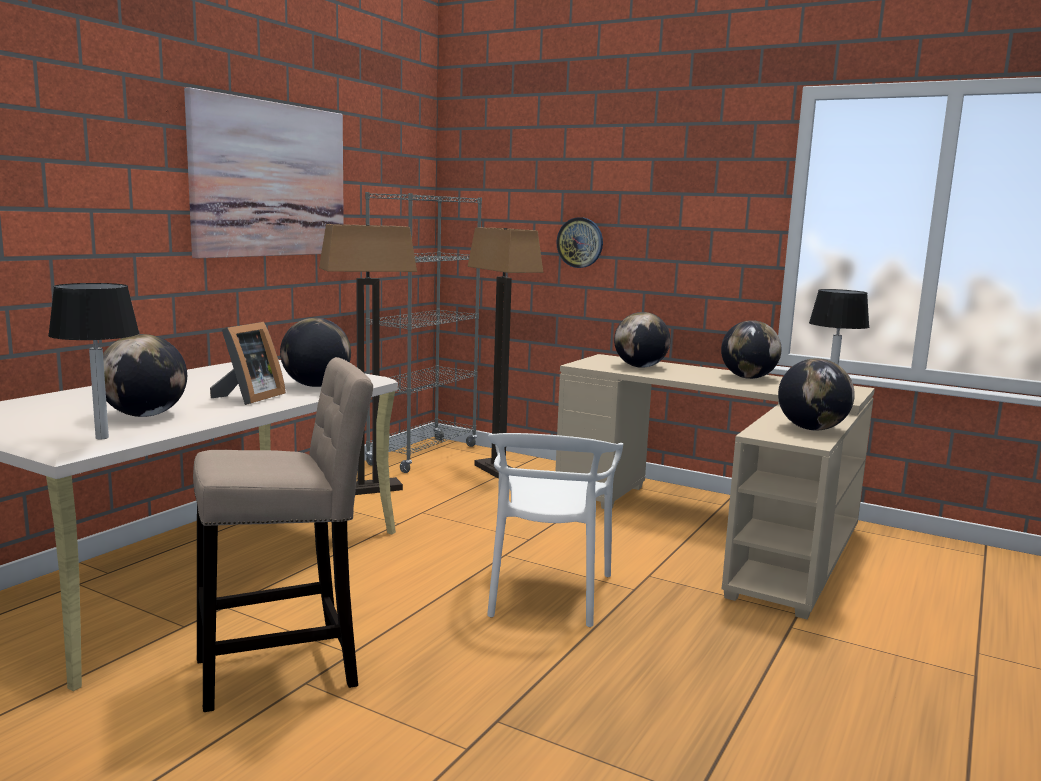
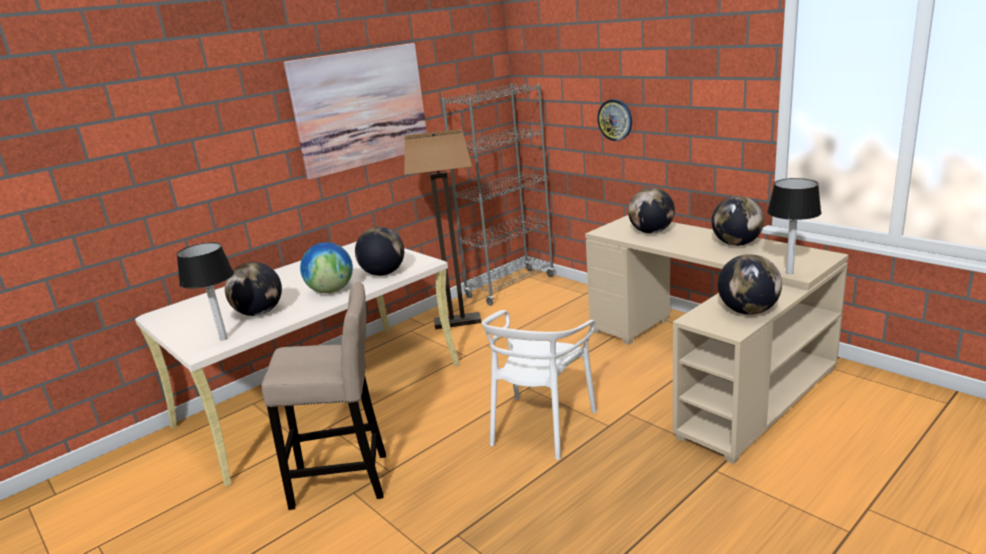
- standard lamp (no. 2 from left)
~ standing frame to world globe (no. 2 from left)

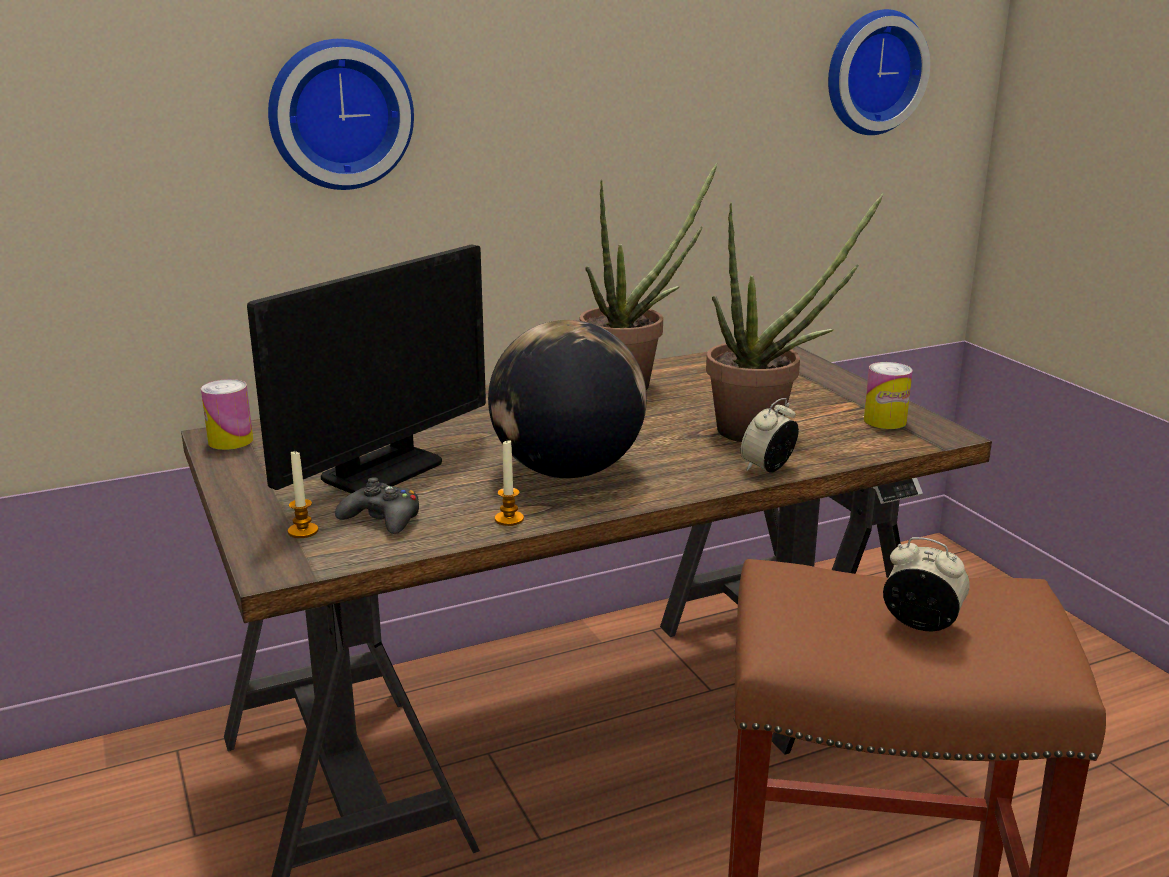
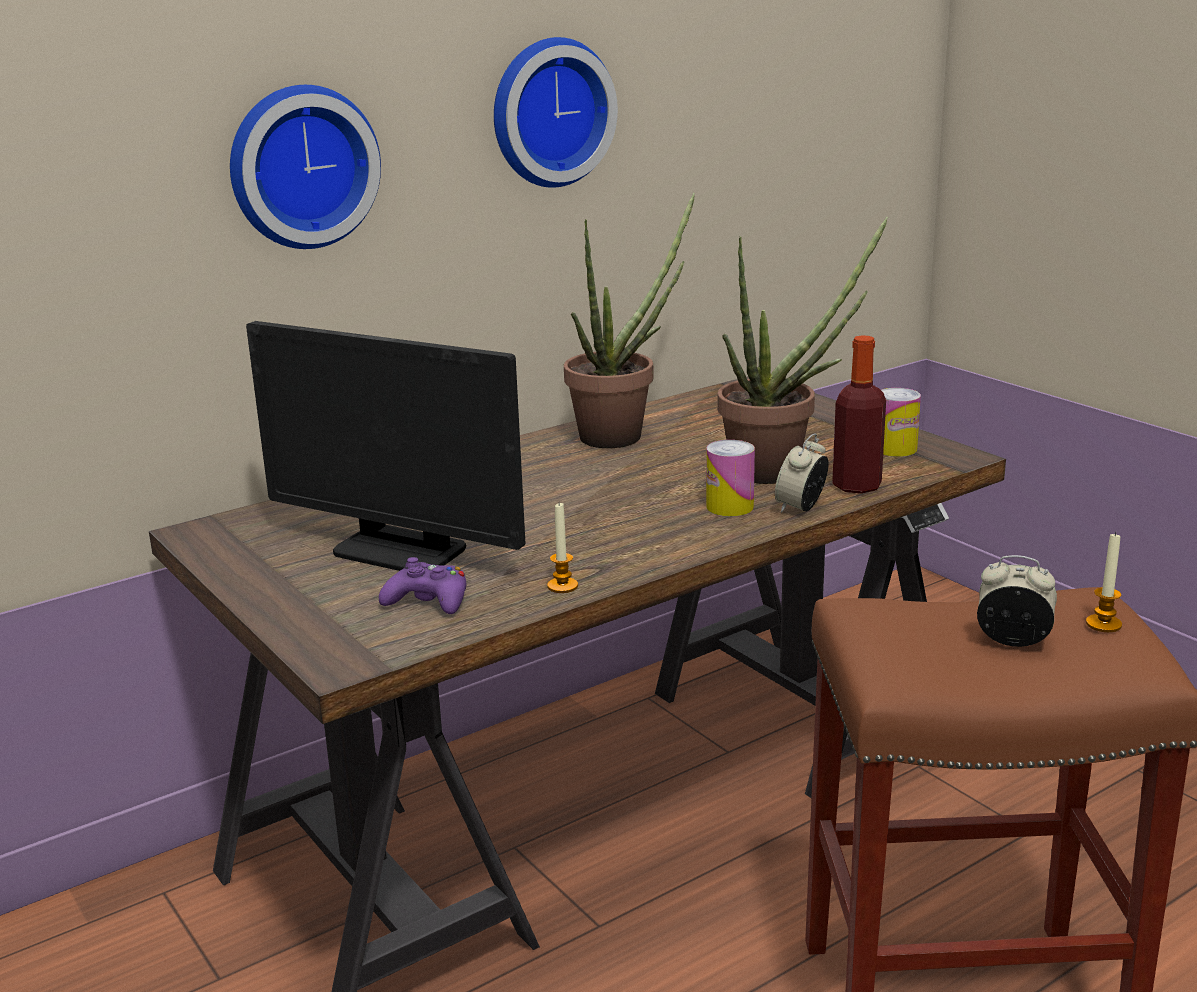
~ clock on the wall (no. 2 from left)
~ computer screen 90 degrees clockwise
- world globe
~ can (no. 1 from left)
~ candle (no. 1 from left in the first image) to candle (no. 2 from left)
~ black joypad to purple joypad
+ beverage bottle

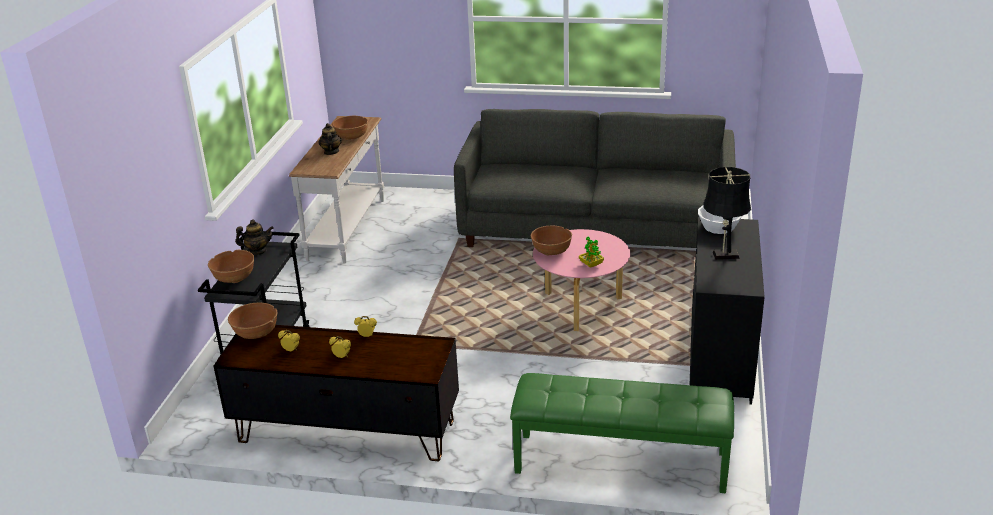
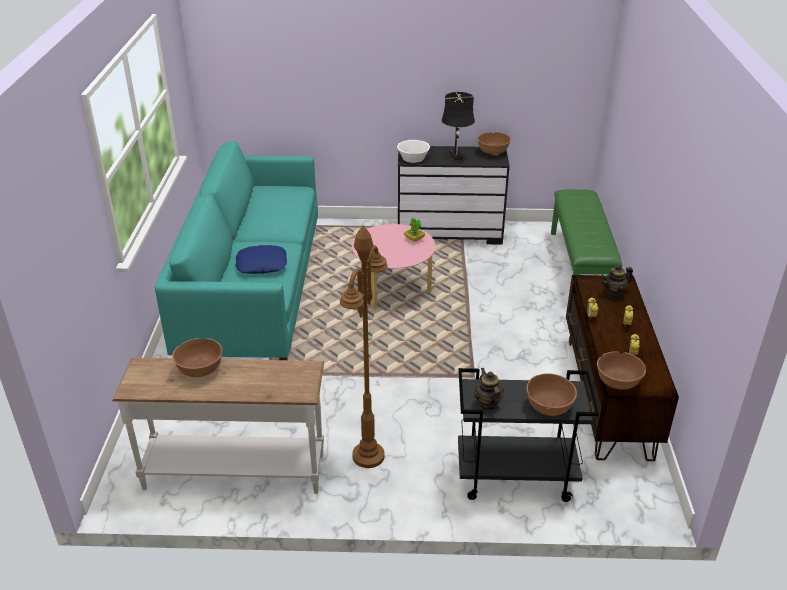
~ grey couch to turquoise couch
~ tea pot (no. 2 from left)
~ brown-coloured serving bowl (no. 4 from left in the first image) to brown-coloured serving bowl (no. 2 from left)
+ brown-coloured standard lamp
+ bluish cushion

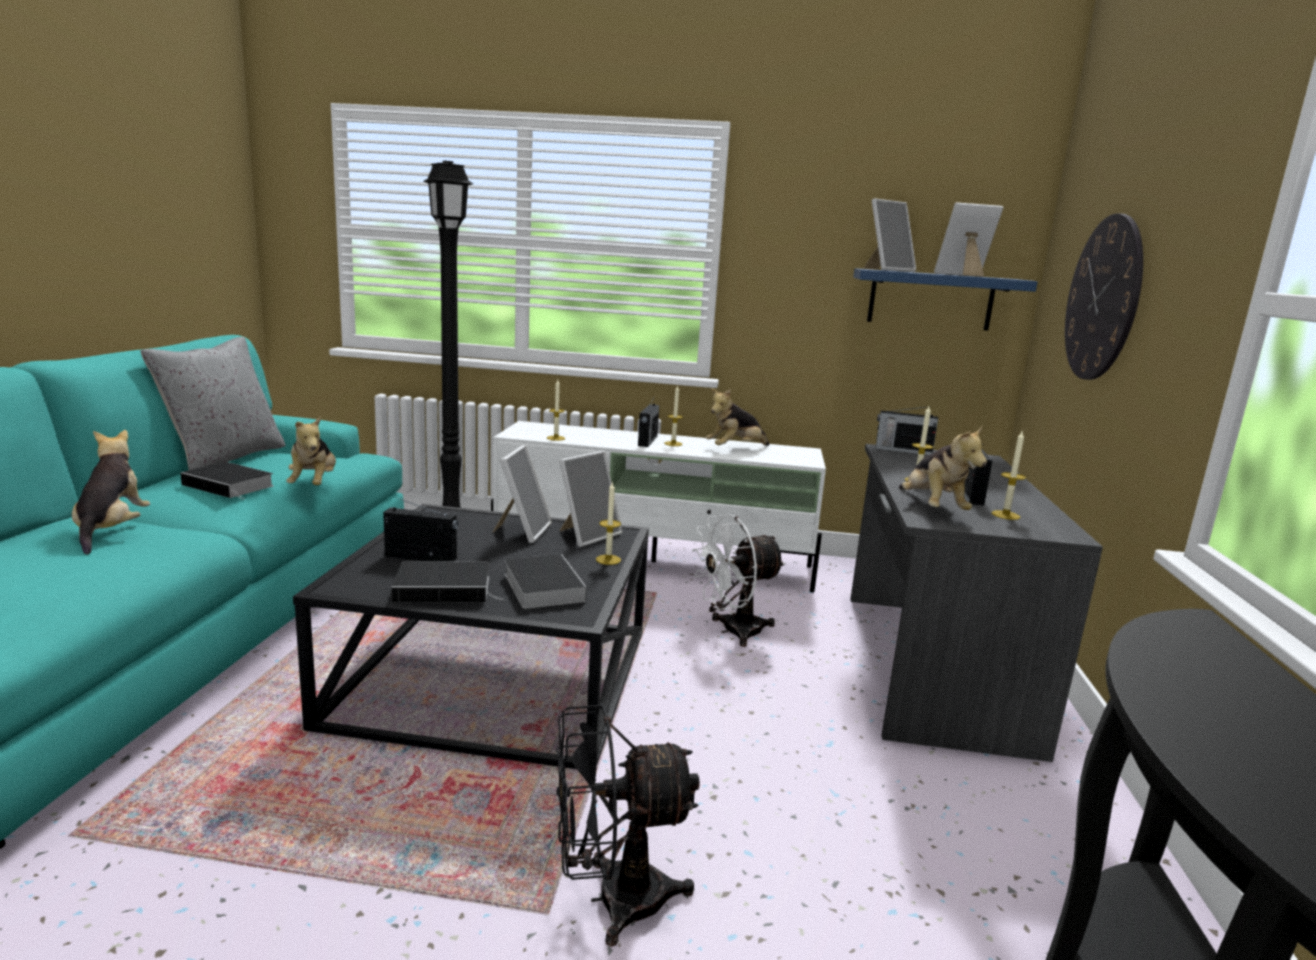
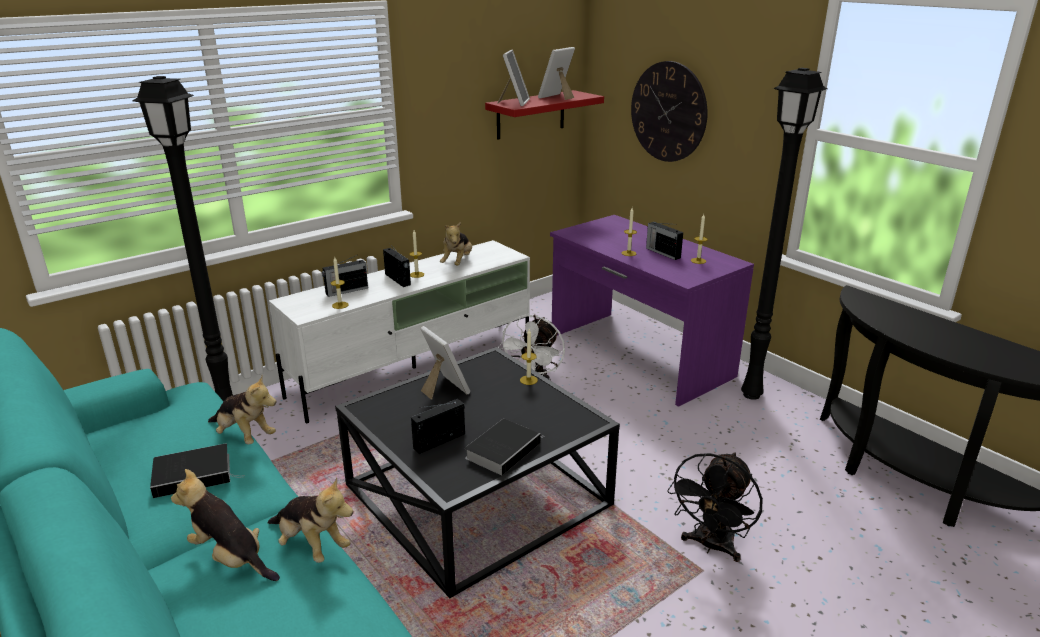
~ bluish wall shelf to red-coloured wall shelf
- grey cushion
~ radio receiver (no. 3 from left in the first image) to radio receiver (no. 1 from left)
~ cuddly toy (no. 4 from left in the first image) to cuddly toy (no. 3 from left)
~ grey desk unit to purple desk unit
- standing frame (no. 2 from left)
- bound book (no. 3 from left)
+ black standard lamp (no. 2 from left)

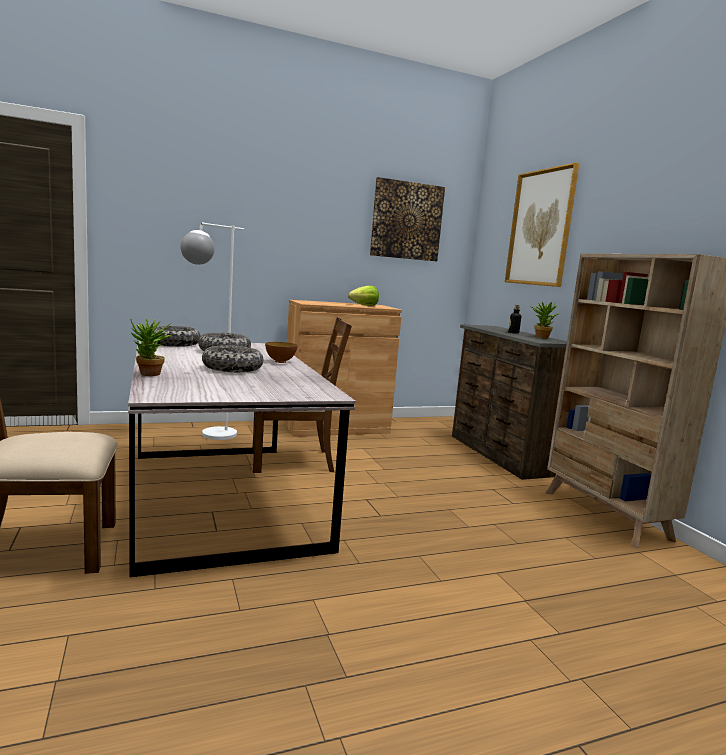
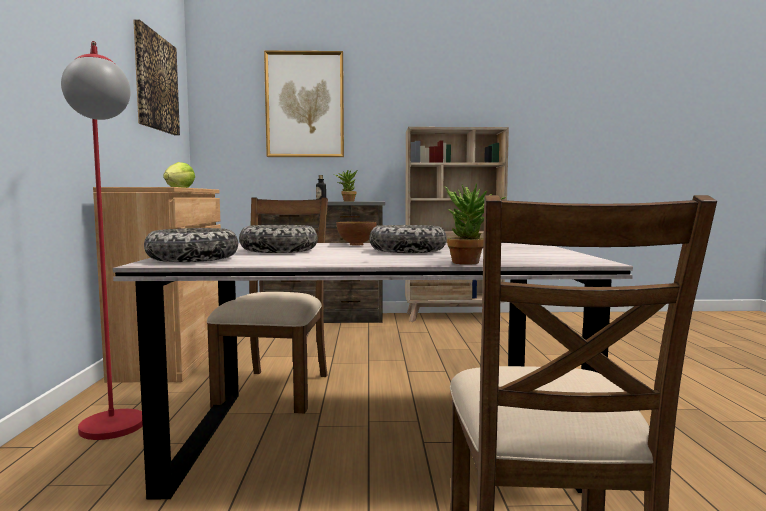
~ whitish standard lamp to red-coloured standard lamp

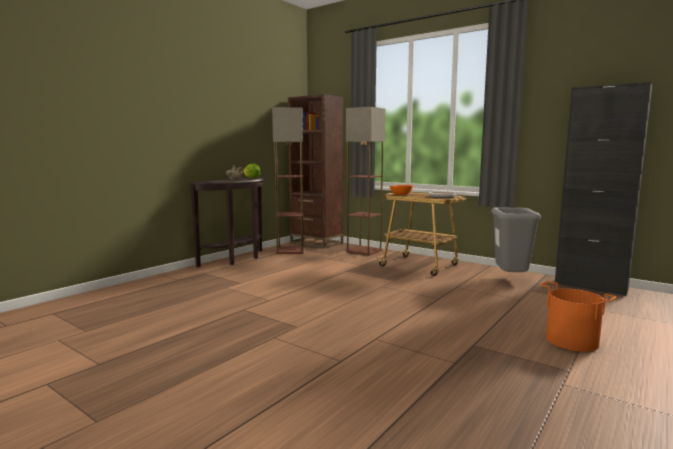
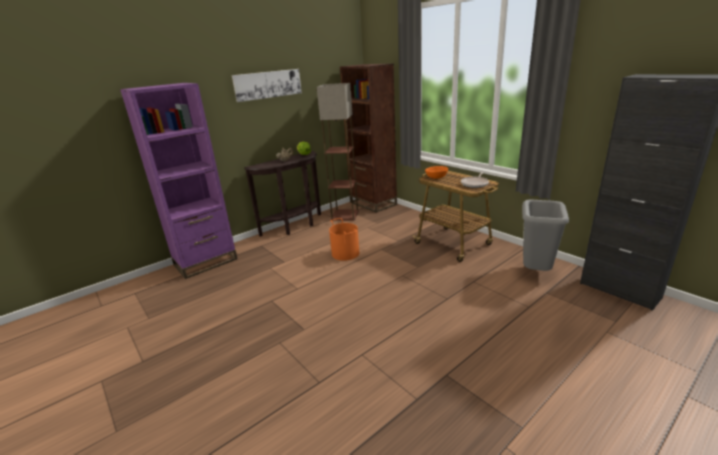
- standard lamp (no. 2 from left)
~ orange-coloured pail
+ picture
+ purple bookshelf

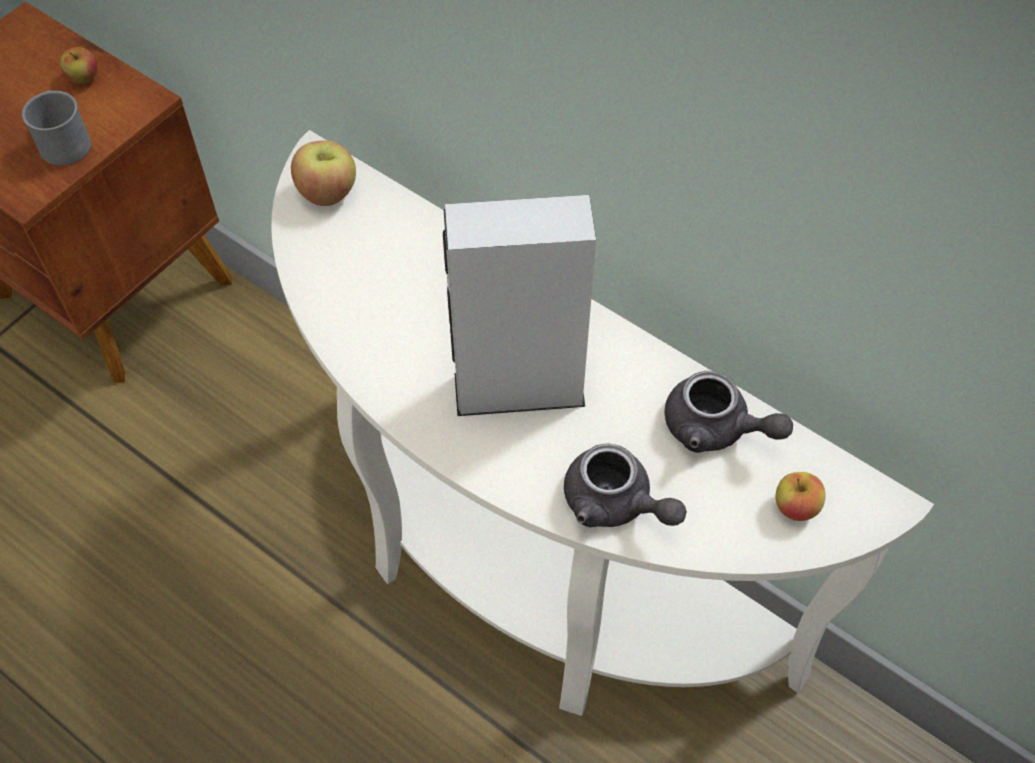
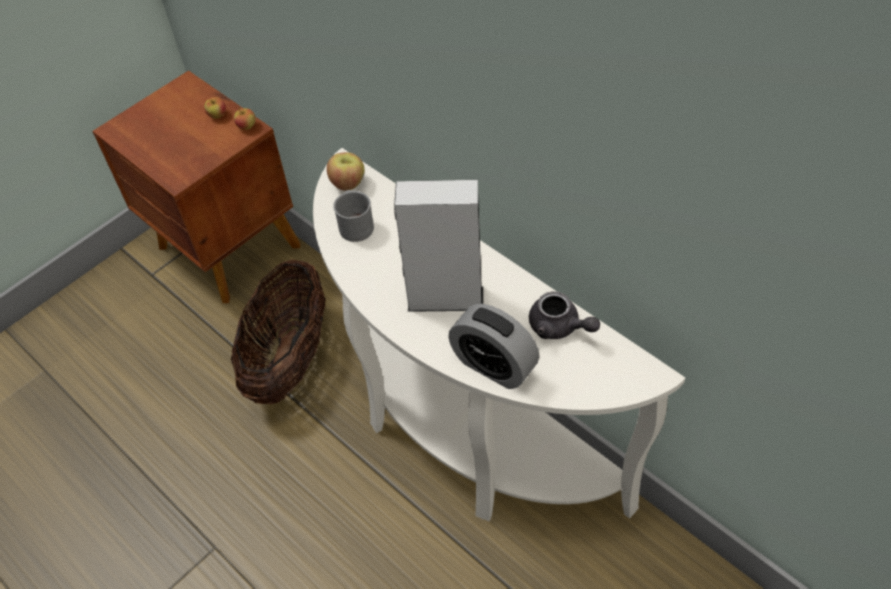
~ grey mug
~ grey tea pot (no. 1 from left) to alarm clock
~ apple fruit (no. 3 from left in the first image) to apple fruit (no. 2 from left)
+ storage basket

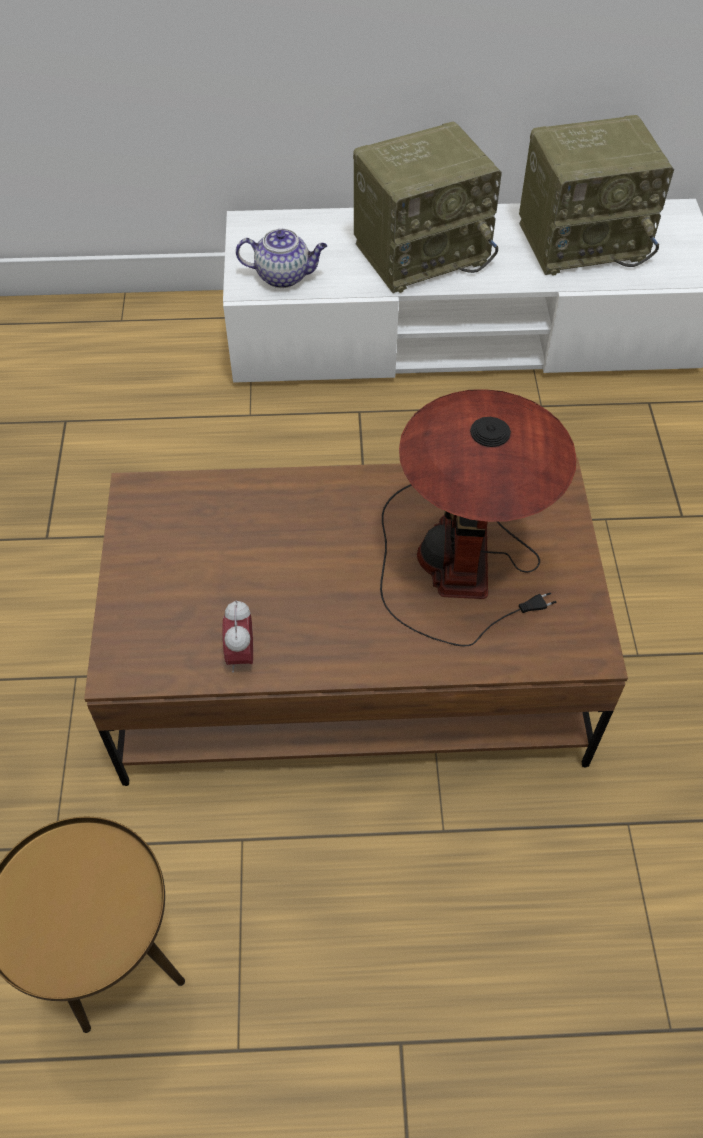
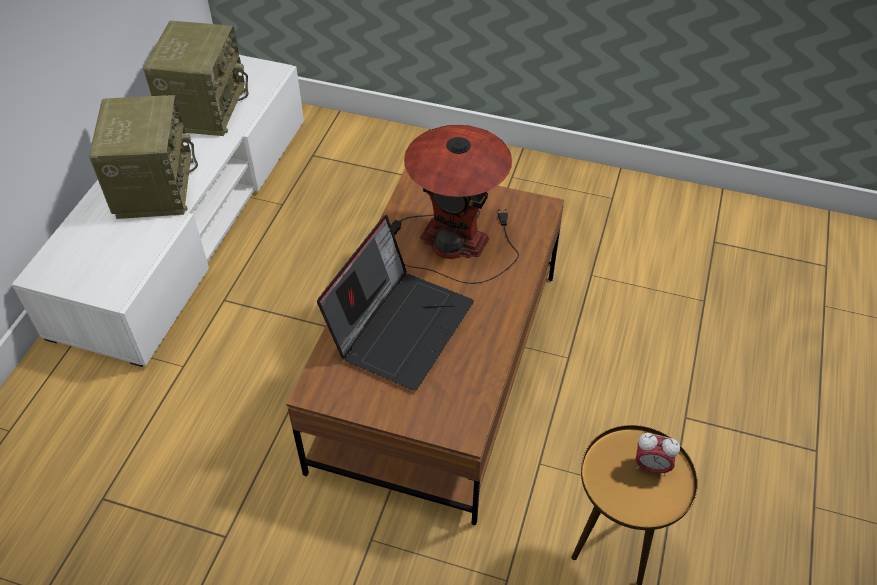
- tea pot
~ alarm clock
+ notebook computer

